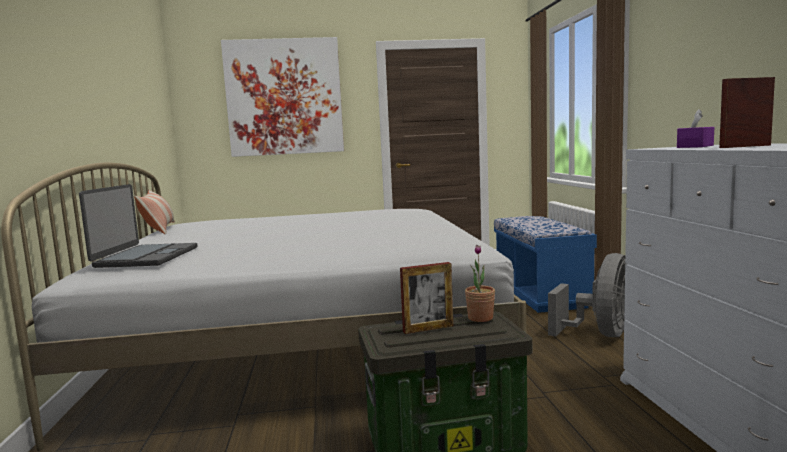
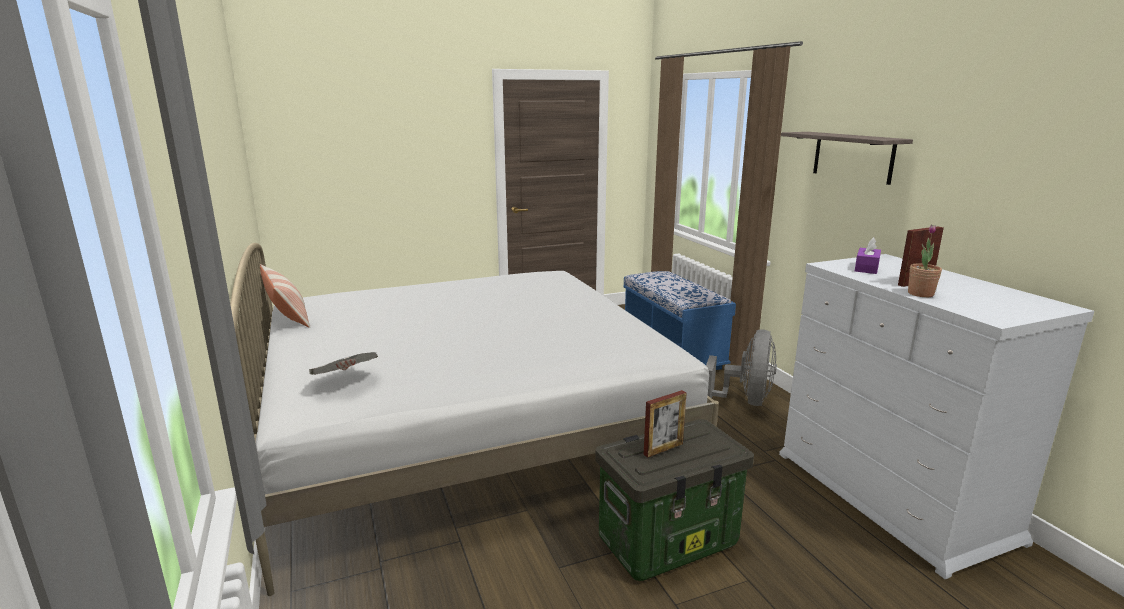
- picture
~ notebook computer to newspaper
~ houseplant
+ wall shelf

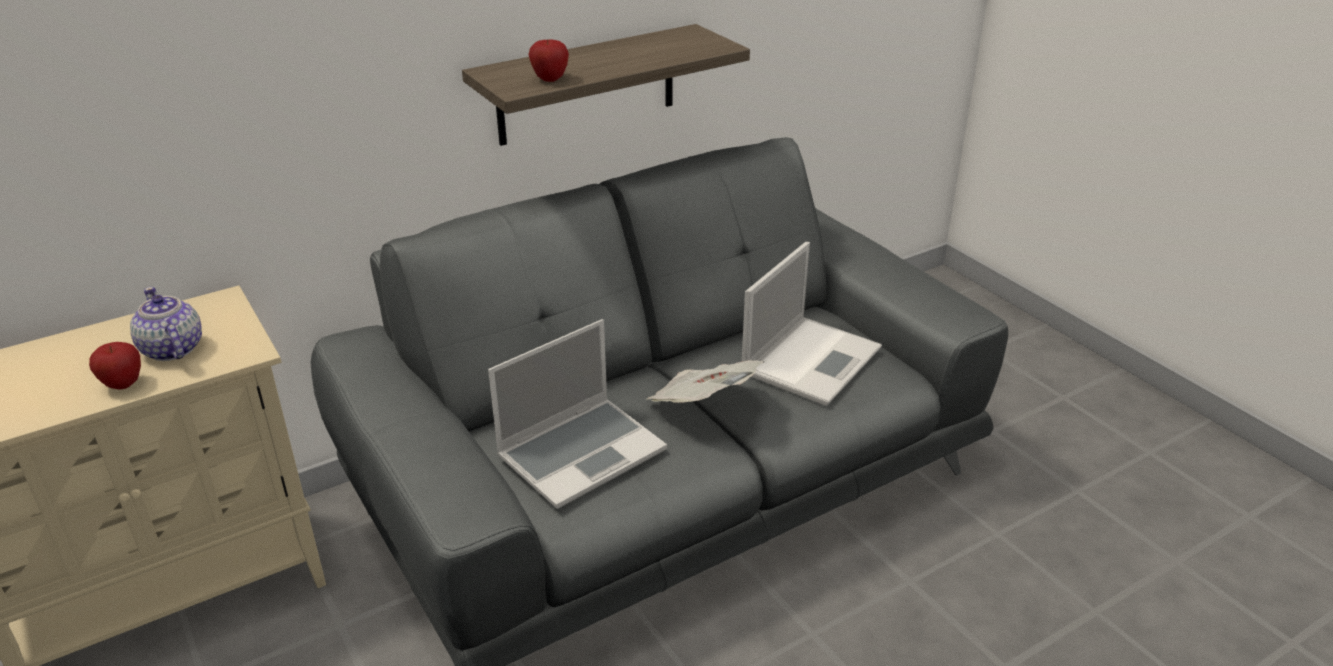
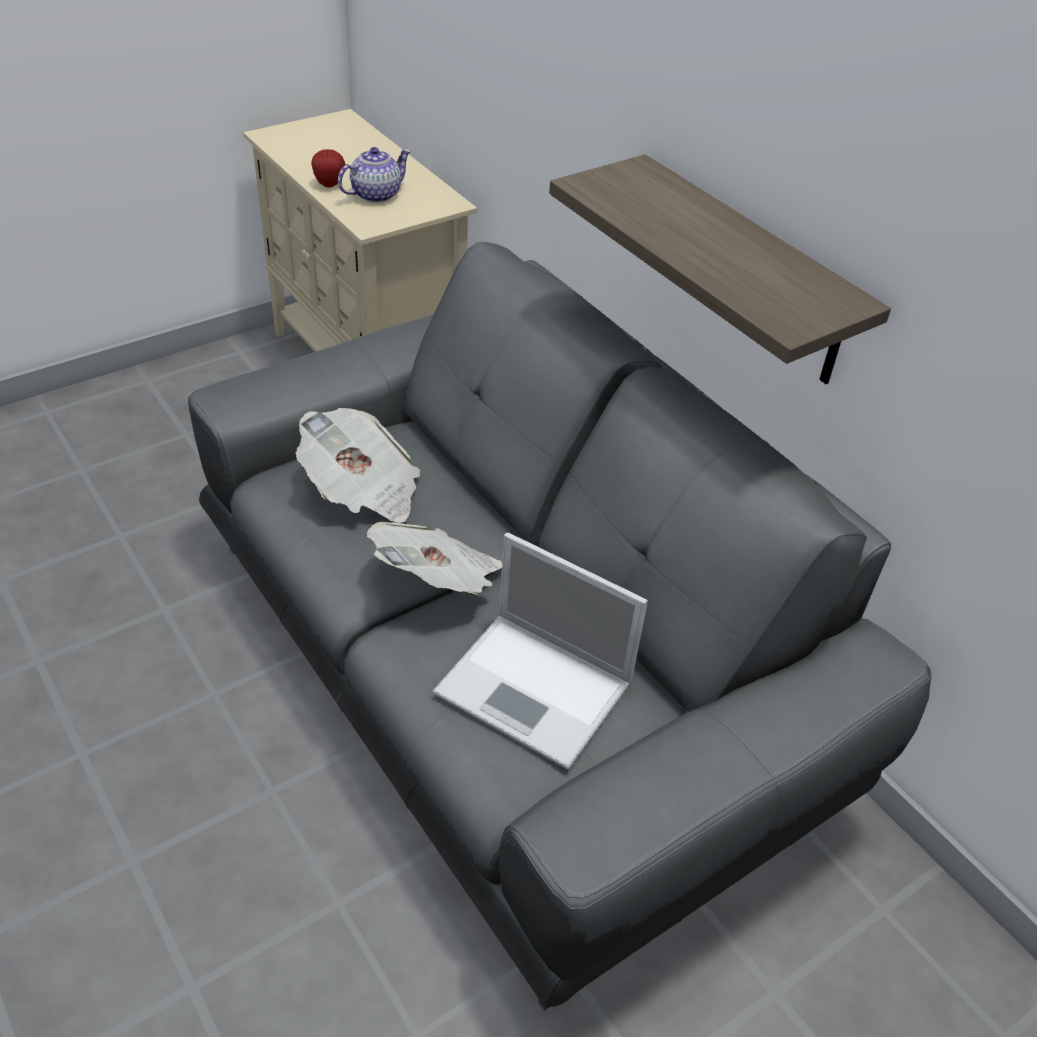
- apple fruit (no. 2 from left)
~ notebook computer (no. 1 from left) to newspaper (no. 1 from left)

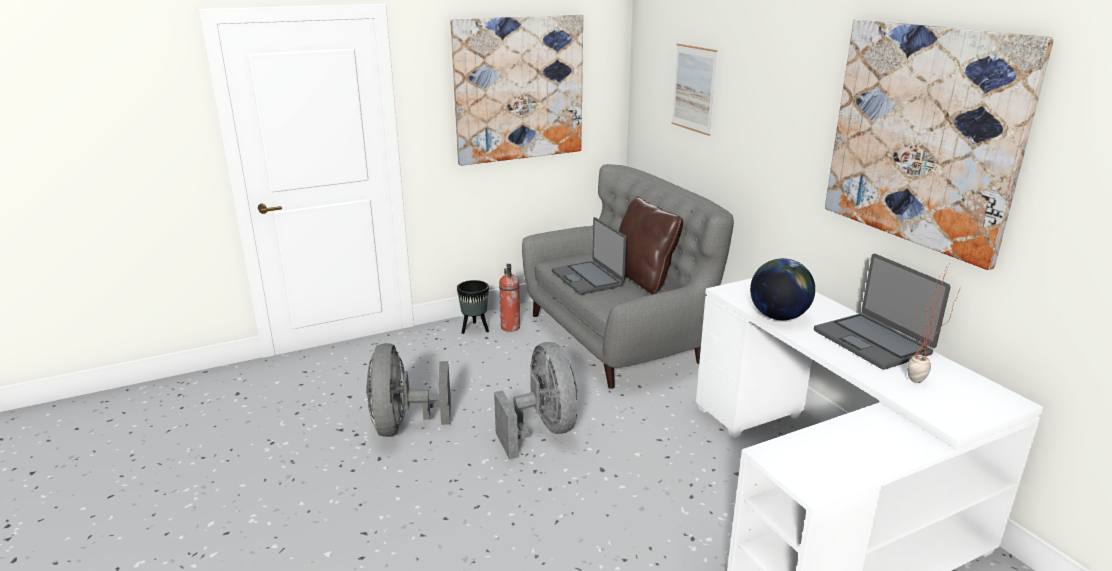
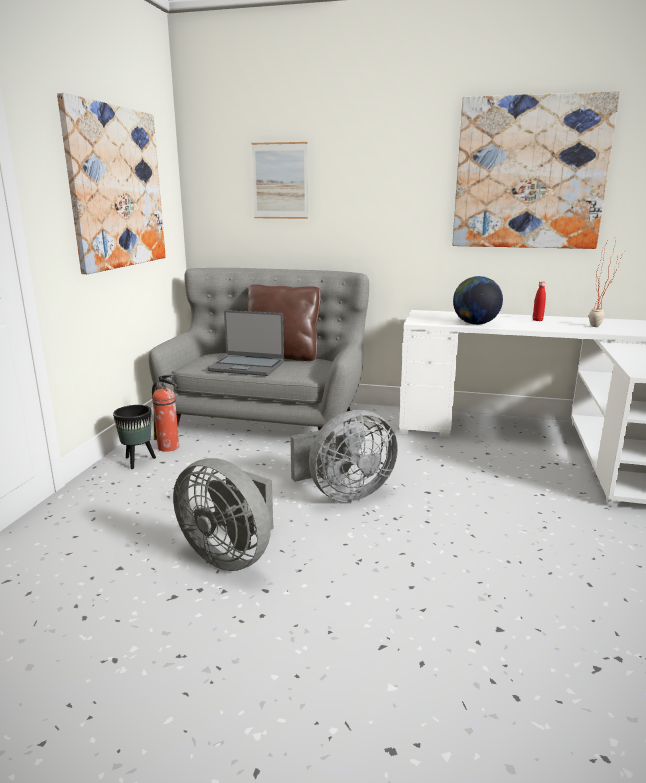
~ notebook computer (no. 2 from left) to red-coloured beverage bottle
~ grey fan (no. 2 from left) 135 degrees clockwise

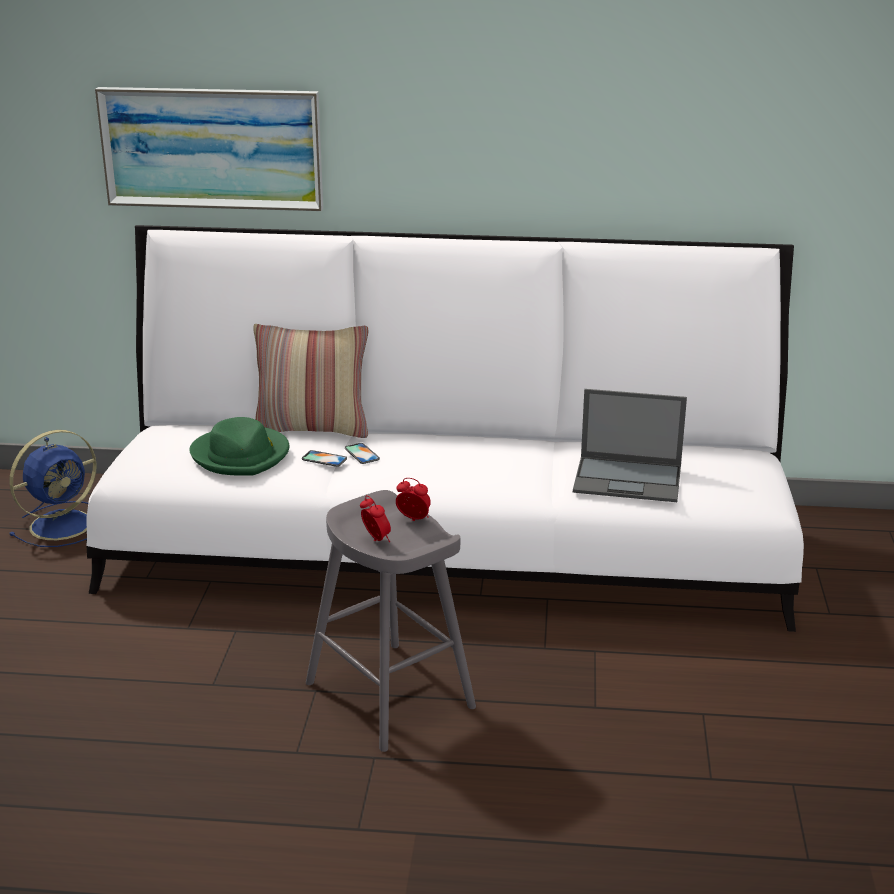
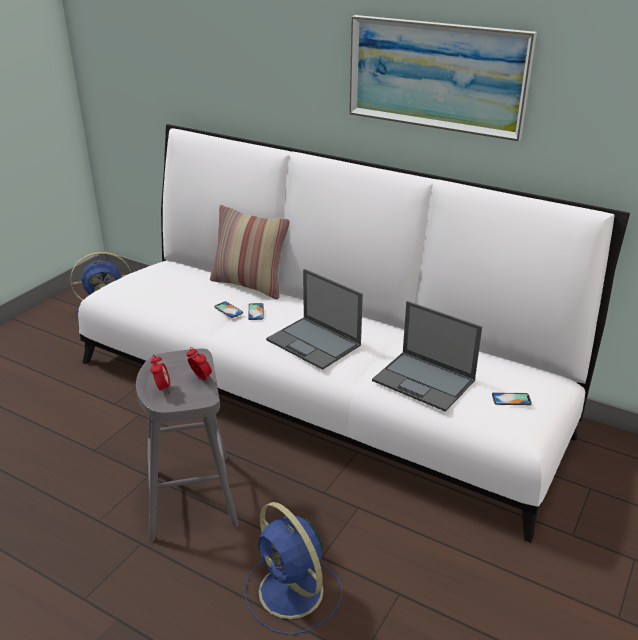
~ picture
- green clothing hat
+ notebook computer (no. 1 from left)
+ telephone (no. 3 from left)
+ bluish fan (no. 2 from left)

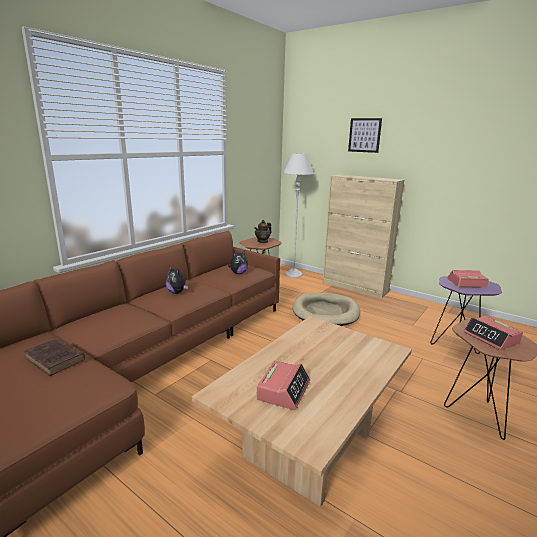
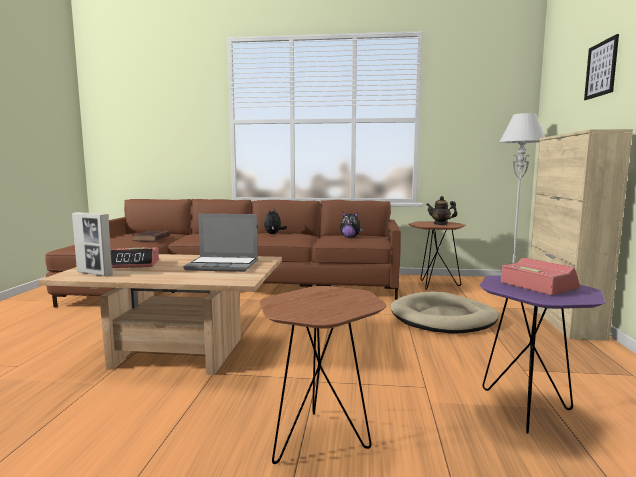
- alarm clock (no. 3 from left)
+ standing frame
+ notebook computer

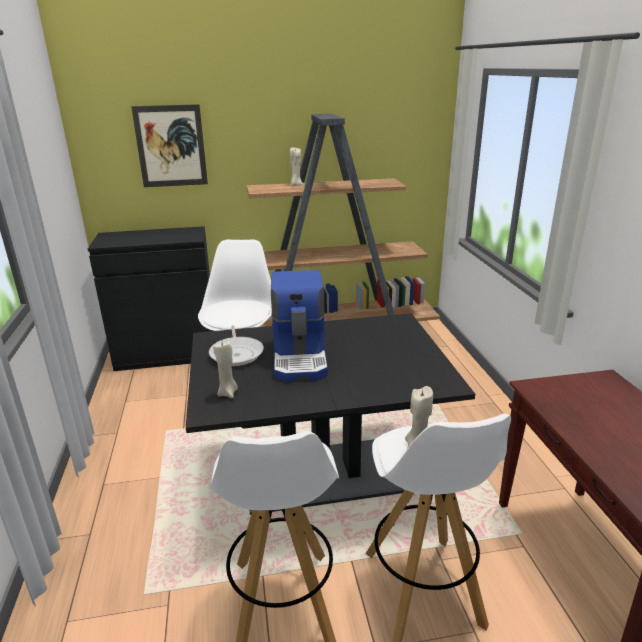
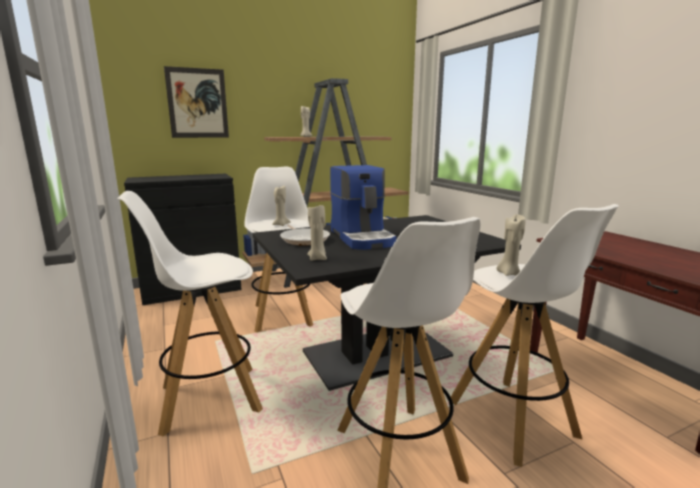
+ sand-coloured candle (no. 1 from left)
+ whitish stool seat (no. 1 from left)

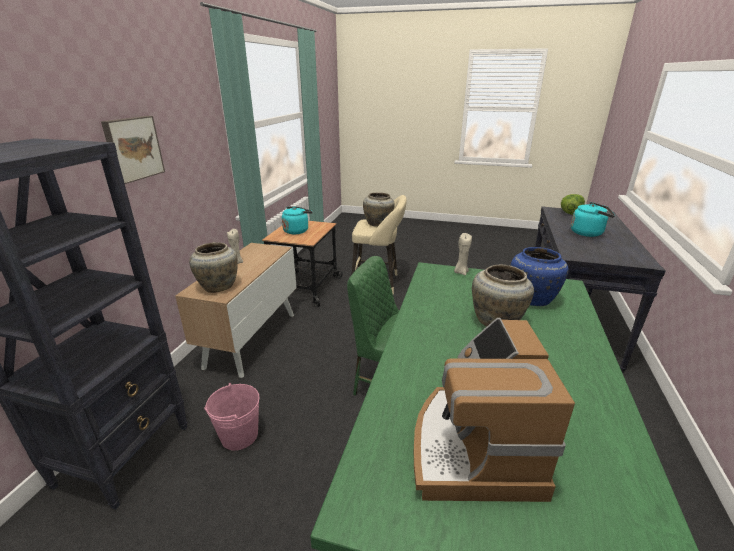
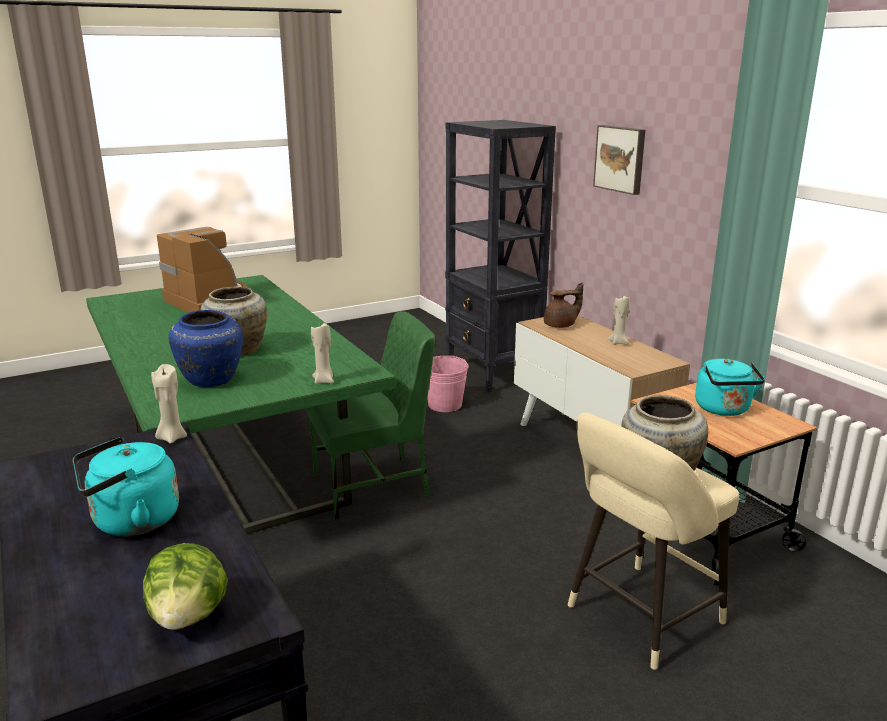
~ sand-coloured vase (no. 1 from left) to brown-coloured tea pot
+ sand-coloured candle (no. 1 from left)

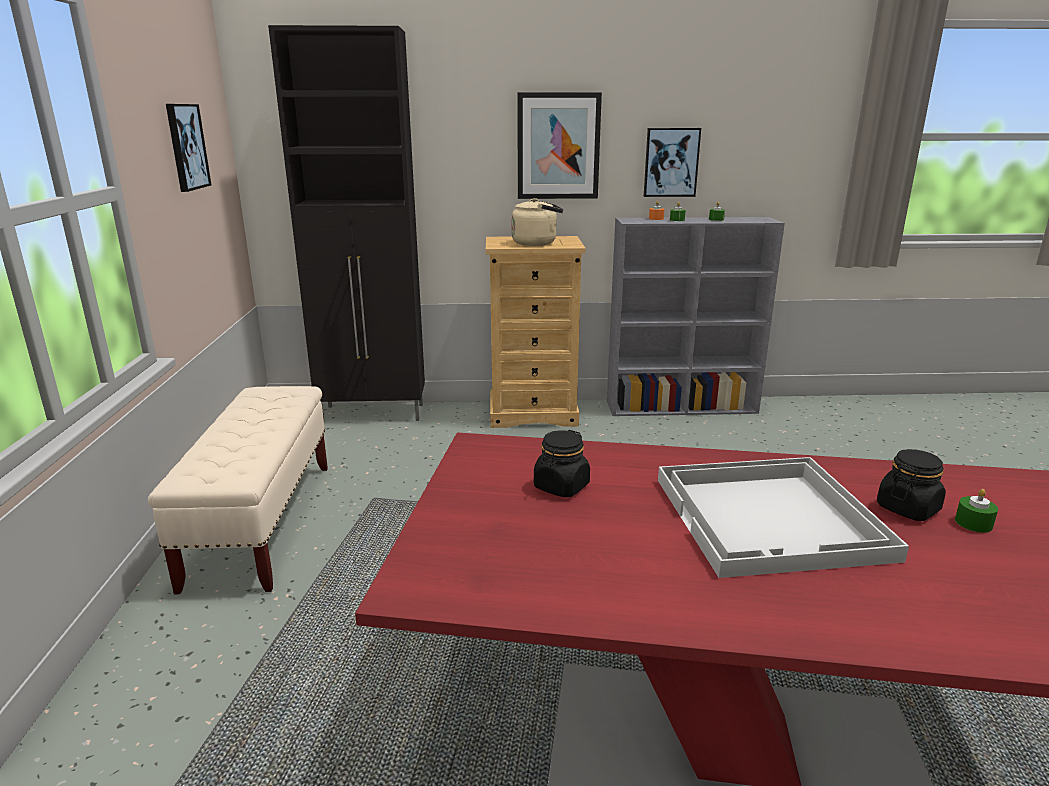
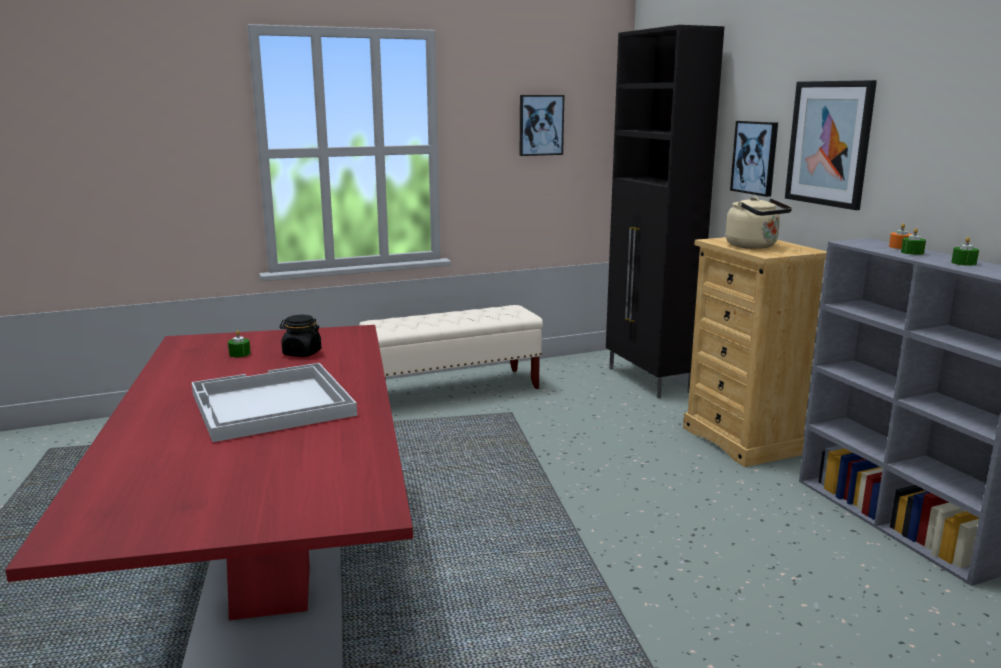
~ picture (no. 3 from left in the first image) to picture (no. 2 from left)
- black jar (no. 2 from left)
~ green candle (no. 3 from left in the first image) to green candle (no. 1 from left)

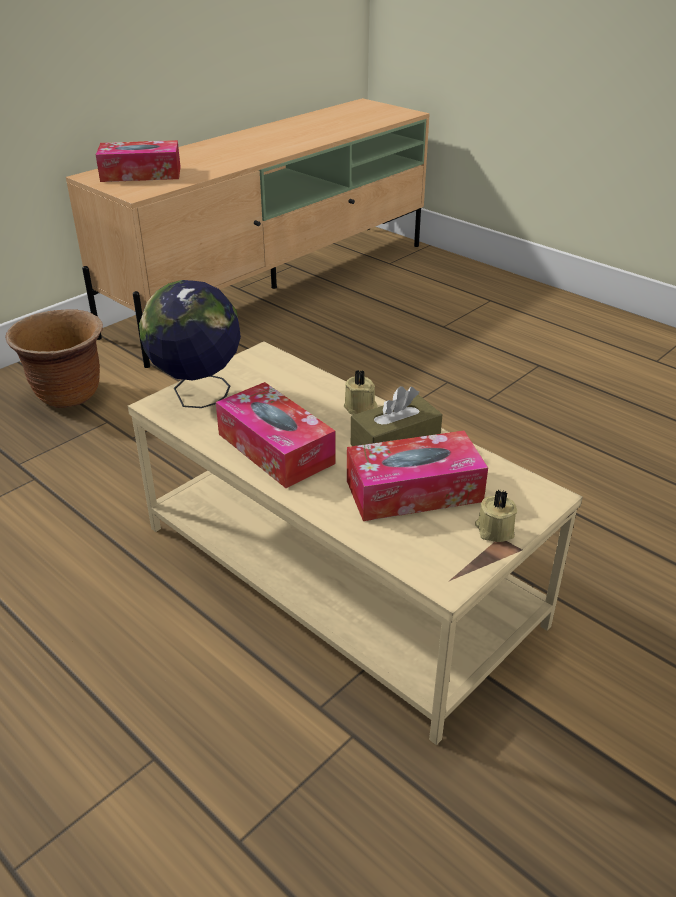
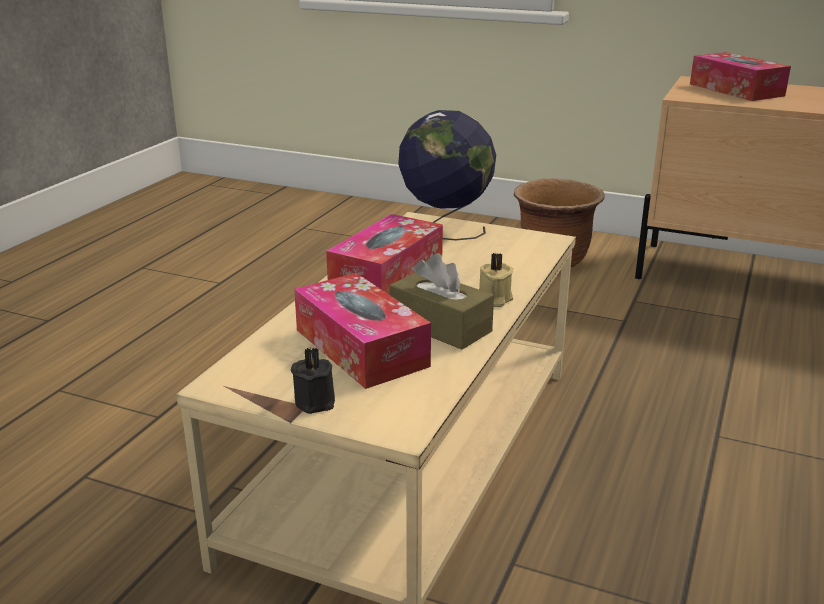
~ sand-coloured candle (no. 2 from left) to black candle

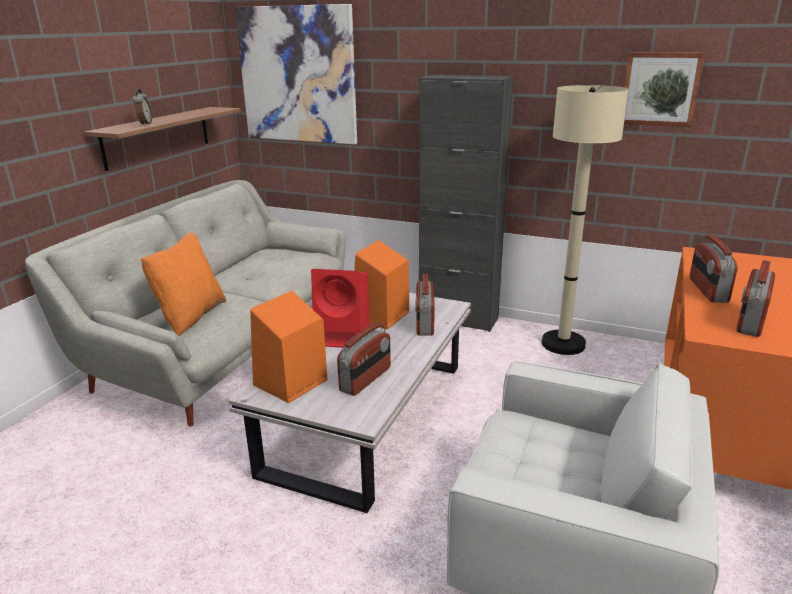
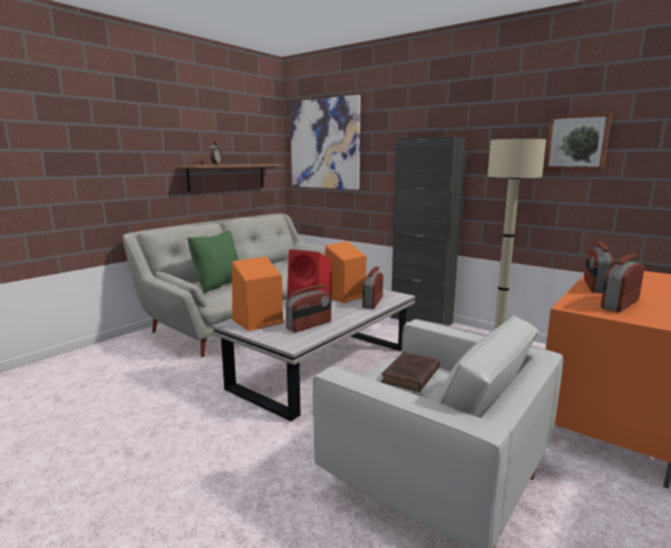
~ orange-coloured cushion to green cushion
+ brown-coloured bound book

